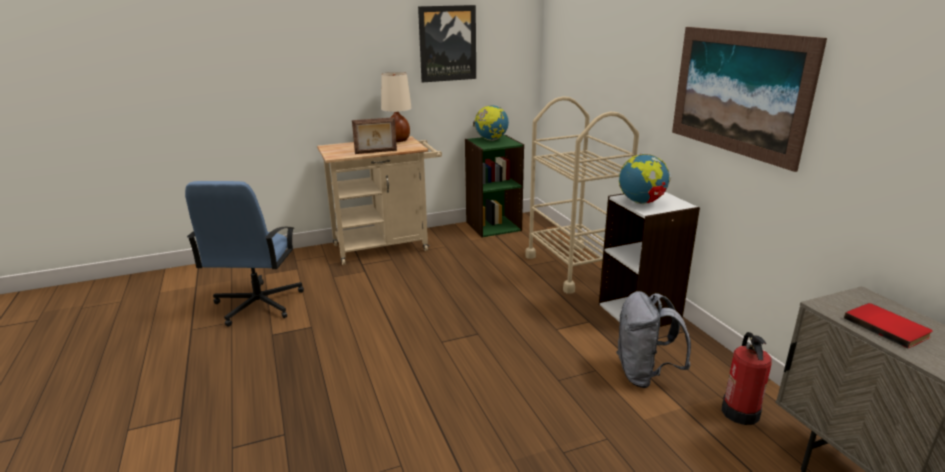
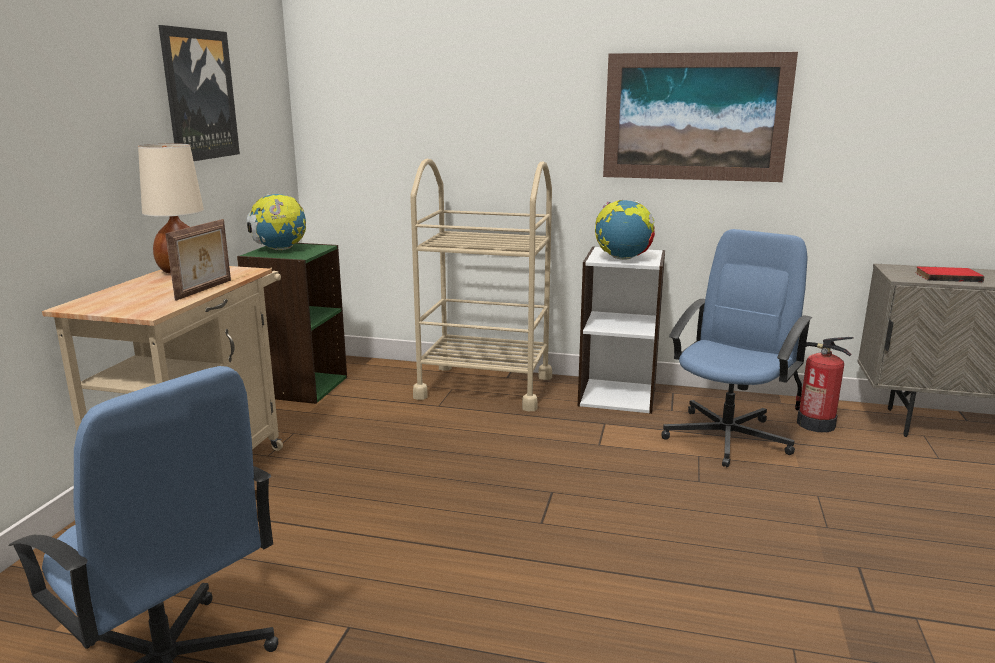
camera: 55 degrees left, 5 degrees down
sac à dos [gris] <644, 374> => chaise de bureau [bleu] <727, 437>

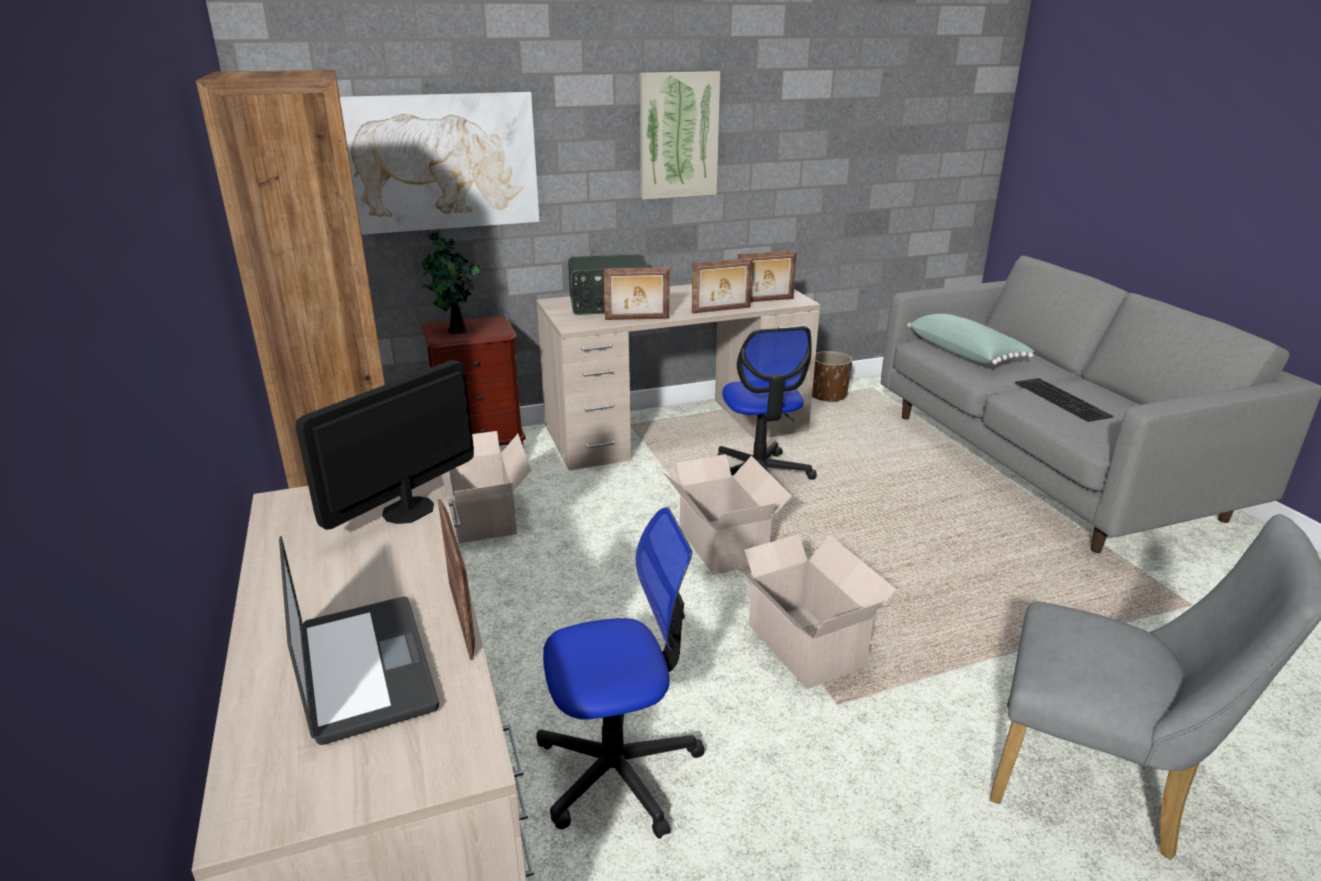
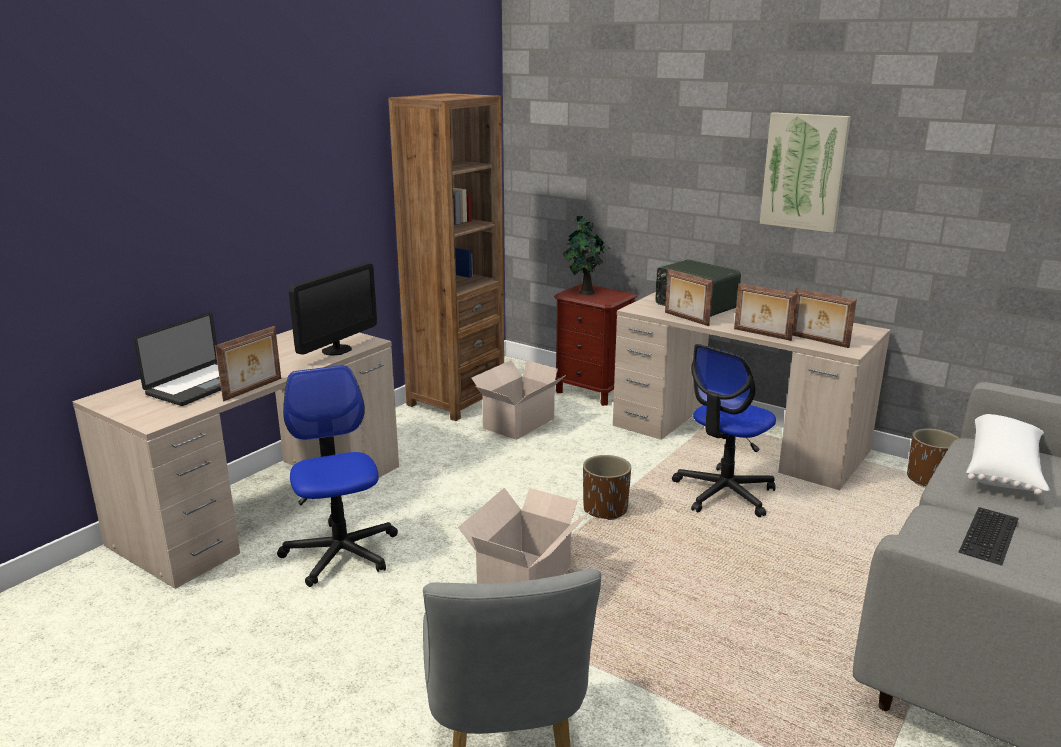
camera: 55 degrees right, 5 degrees down
chaise de bureau <618, 769> => chaise de bureau <340, 553>, 150 degrees counterclockwise
écran d'ordinateur <408, 510> => écran d'ordinateur <337, 350>, 120 degrees clockwise
carton <722, 543> => cache-pot [marron] <605, 509>
coussin [vert] <966, 353> => coussin [blanc] <1004, 470>
tableau <439, 162> => nothing

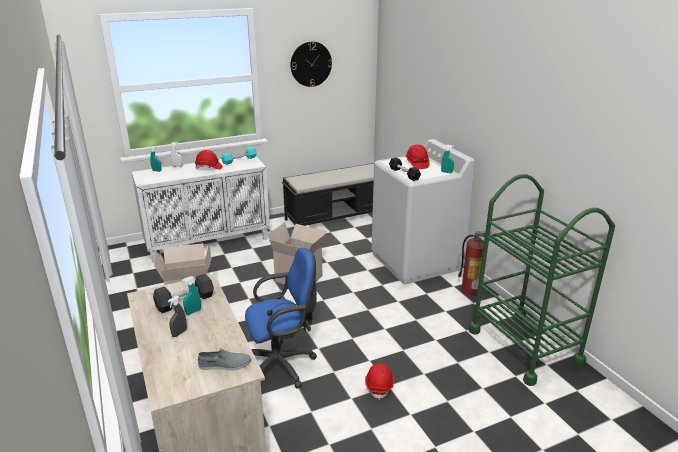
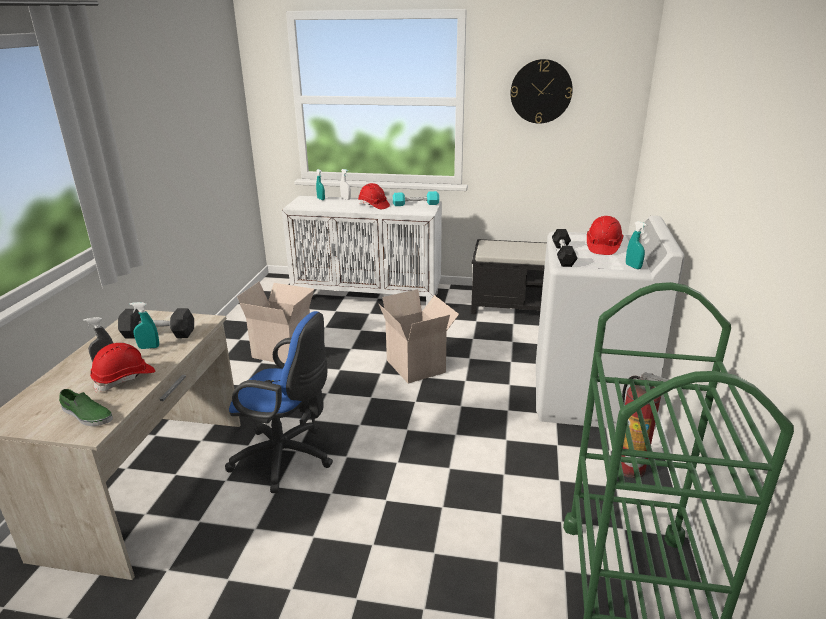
camera: 35 degrees right, 0 degrees up
chaussure [gris] <224, 365> => chaussure [vert] <86, 415>
casque de chantier [rouge] <379, 385> => casque de chantier [rouge] <125, 378>, shifted

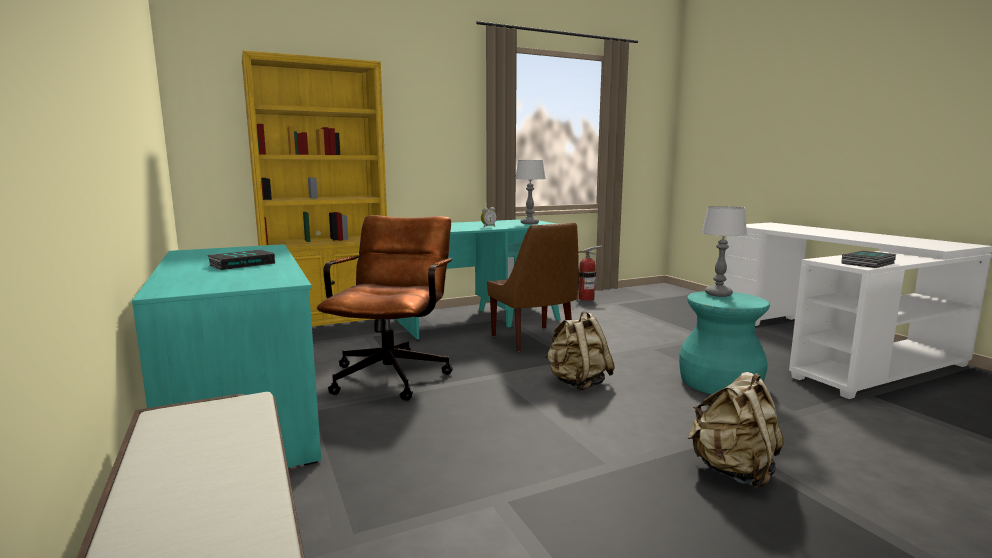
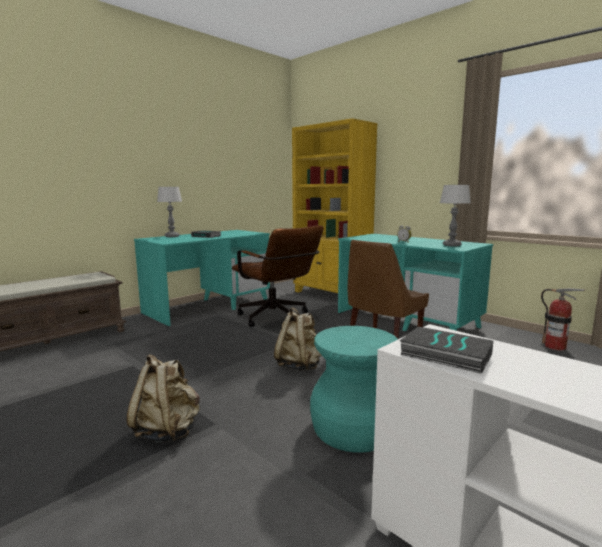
camera: 70 degrees right, 0 degrees up
lampe de table <718, 294> => lampe de table <171, 236>, shifted
chaise de bureau [marron] <393, 373> => chaise de bureau [marron] <277, 319>, 60 degrees clockwise

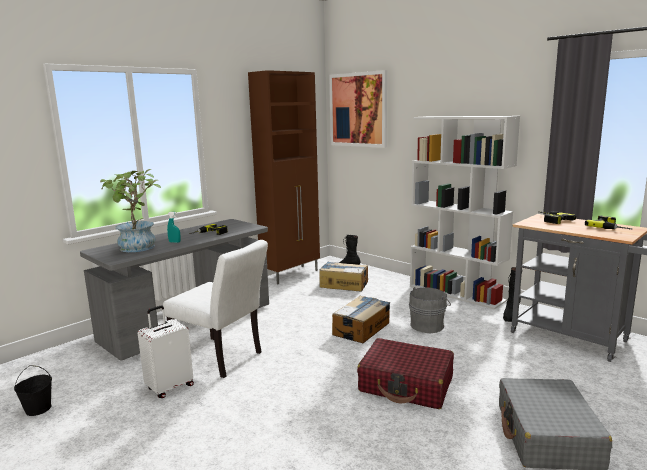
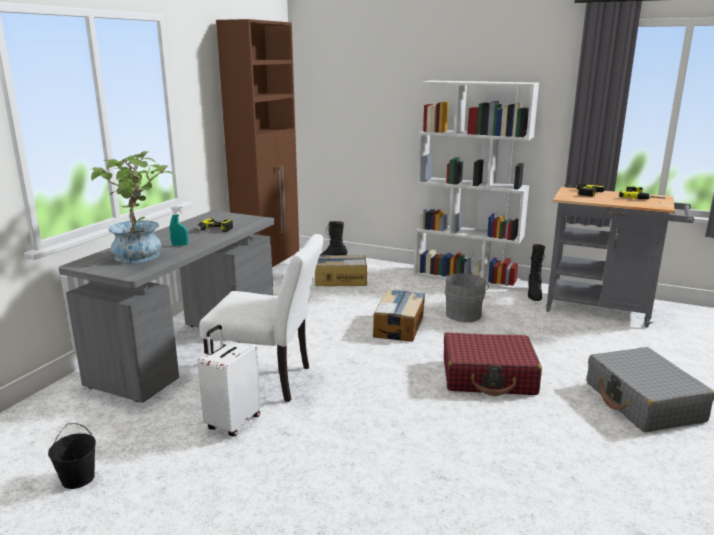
camera: 20 degrees left, 5 degrees up
tableau <358, 110> => nothing

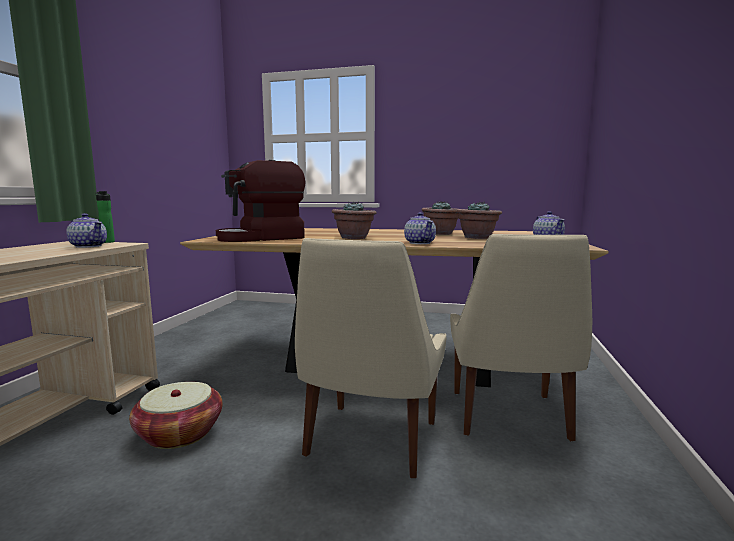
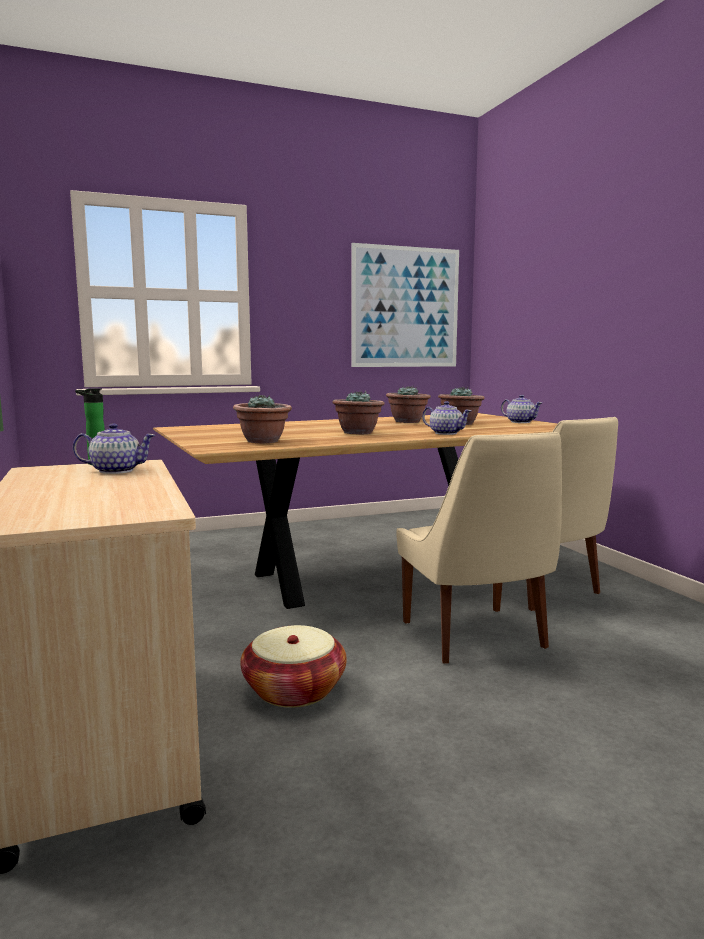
camera: 35 degrees left, 0 degrees up
machine à café <262, 238> => plante en pot <263, 441>
nothing => tableau <405, 307>

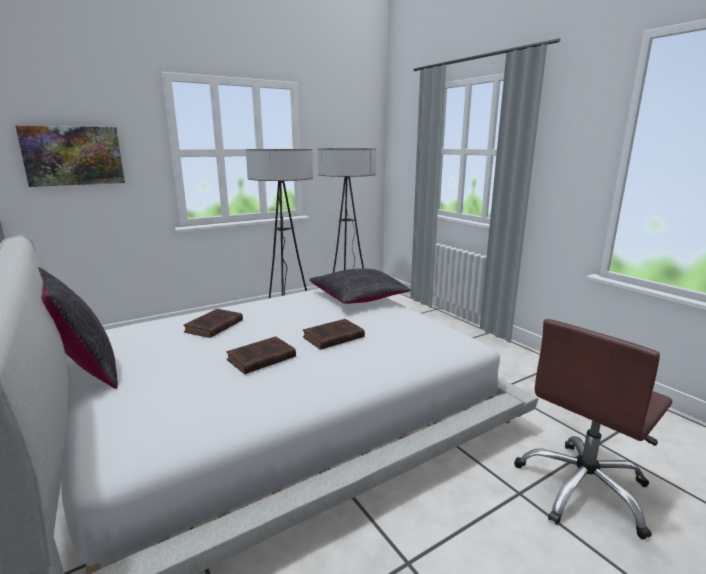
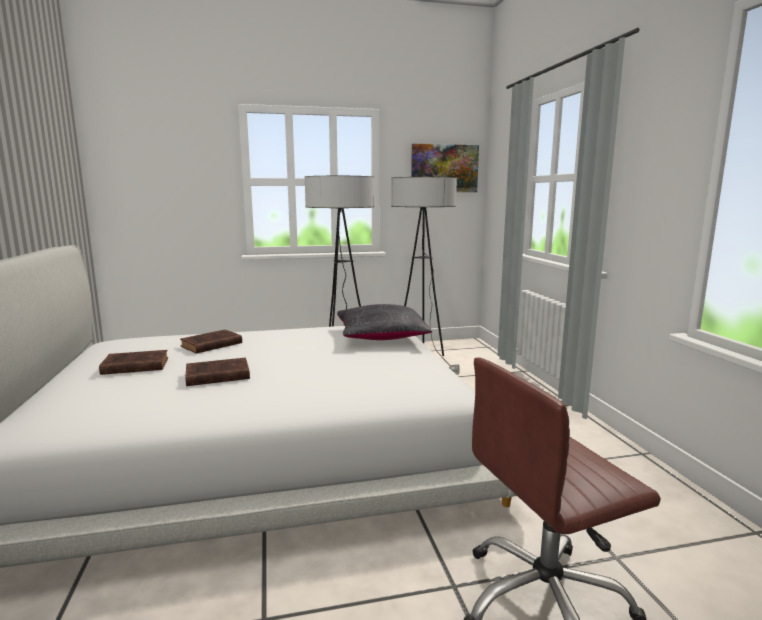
camera: 20 degrees right, 5 degrees down
livre [marron] <332, 338> => livre [marron] <133, 366>, shifted
tableau <73, 156> => tableau <444, 168>, shifted
coussin [noir] <84, 371> => nothing

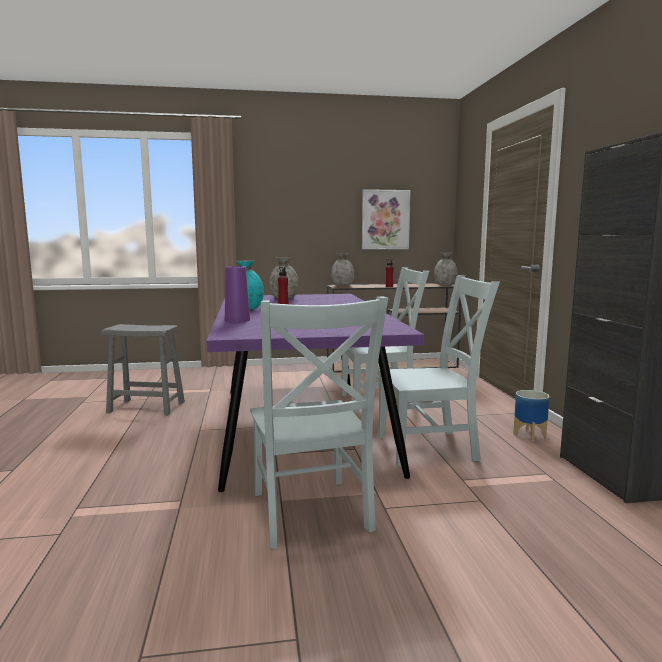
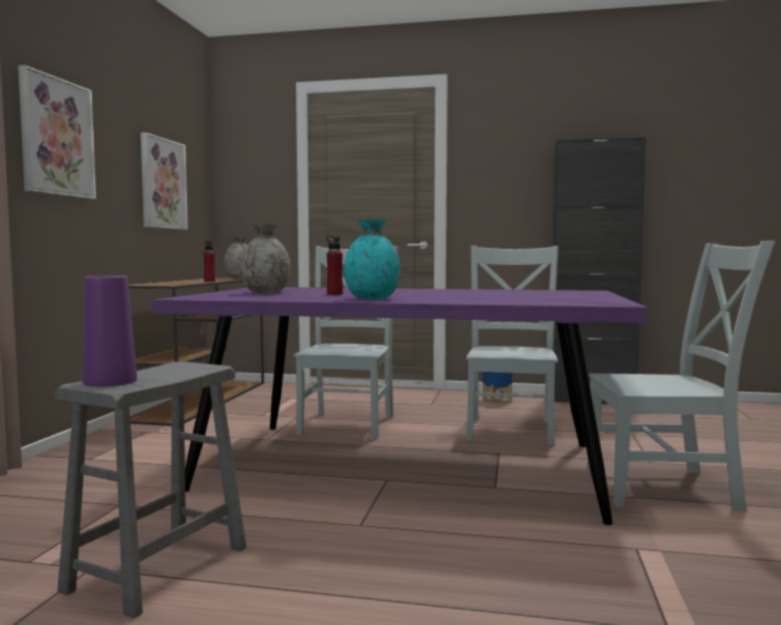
camera: 70 degrees left, 5 degrees down
nothing => tableau <56, 137>
vase [violet] <237, 320> => vase [violet] <110, 381>, shifted
vase [gris] <342, 286> => nothing

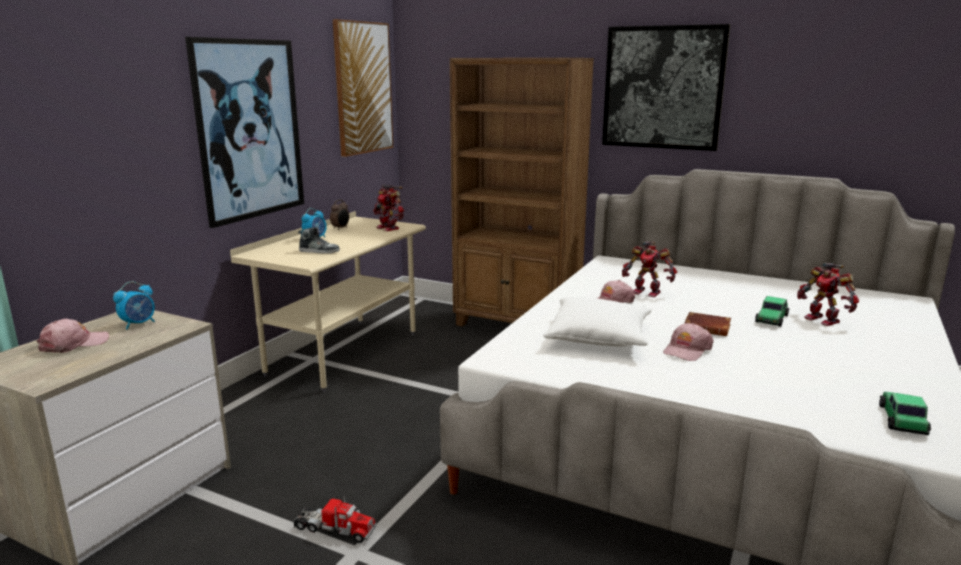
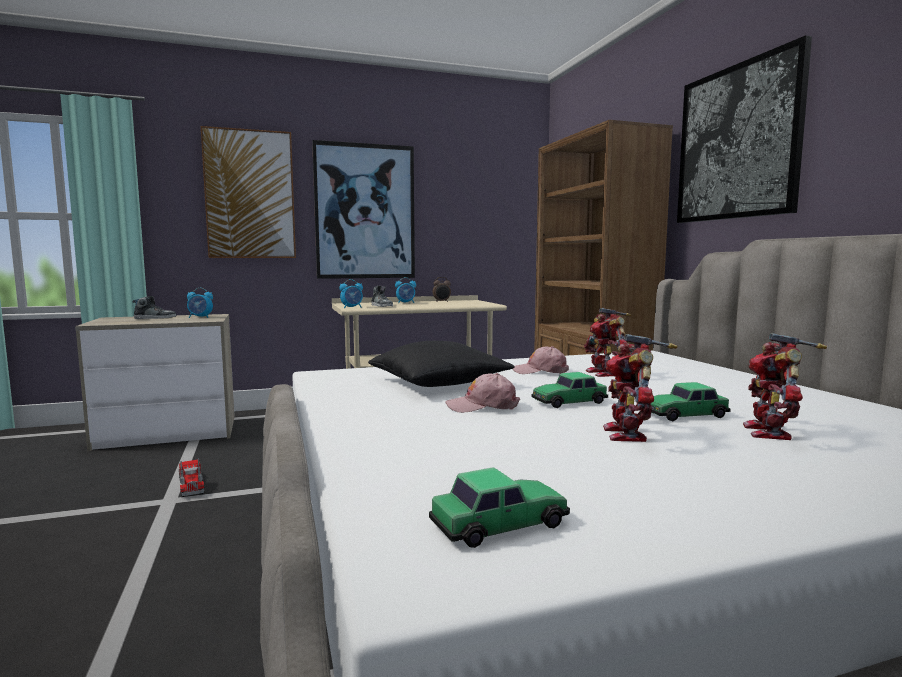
camera: 45 degrees right, 10 degrees down
casquette [rose] <74, 344> => chaussure <155, 318>
tableau <363, 88> => tableau <250, 195>, shifted
nothing => réveil <352, 307>
coussin [blanc] <599, 337> => coussin [noir] <439, 383>
livre [marron] <708, 328> => petite voiture <569, 402>
robot jouet <389, 228> => robot jouet <628, 434>, shifted

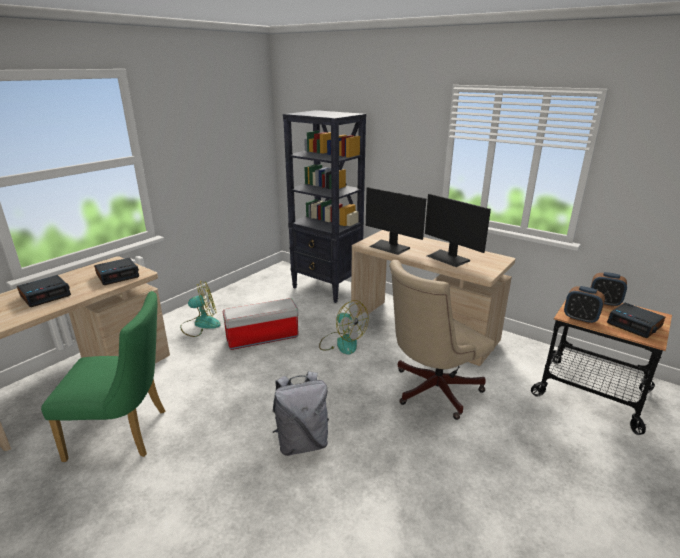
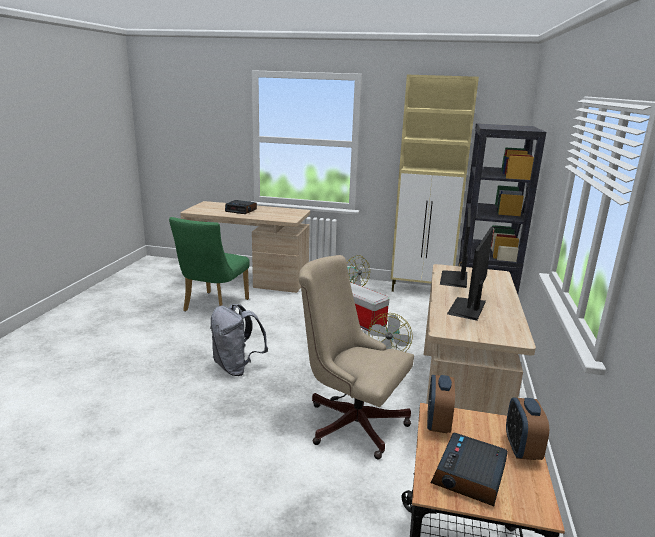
camera: 65 degrees right, 5 degrees down
chaise [vert] <126, 434> => chaise [vert] <213, 307>, 45 degrees clockwise
nothing => meuble de rangement [beige] <421, 290>
réveil <118, 275> => nothing

